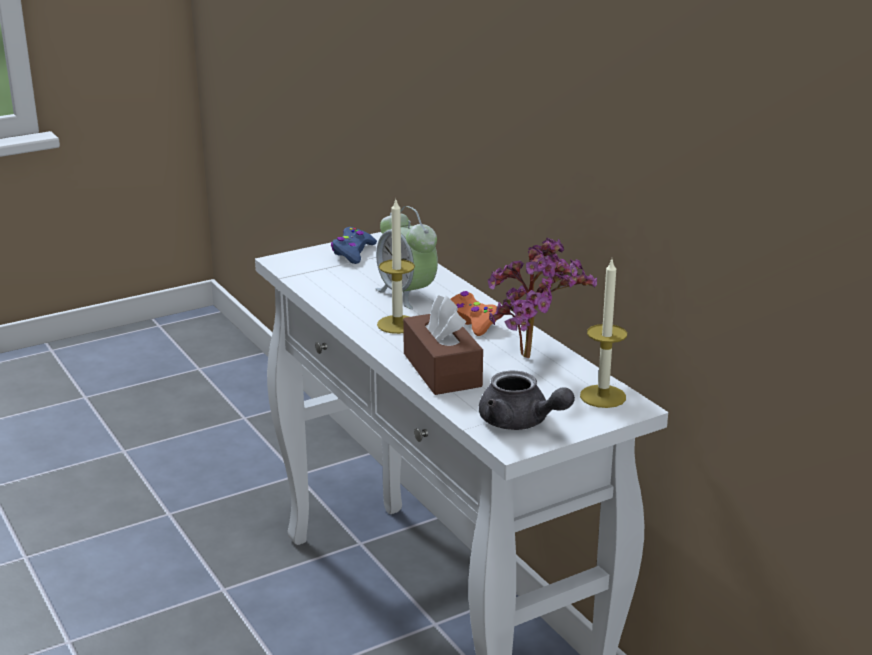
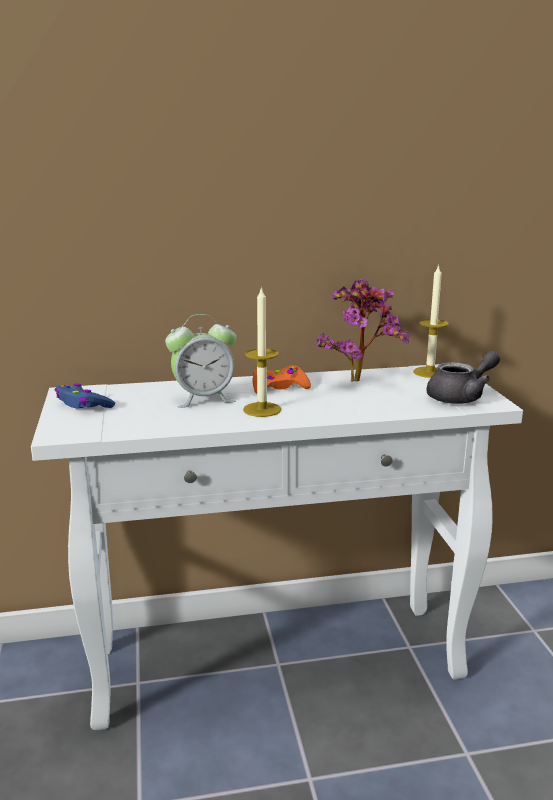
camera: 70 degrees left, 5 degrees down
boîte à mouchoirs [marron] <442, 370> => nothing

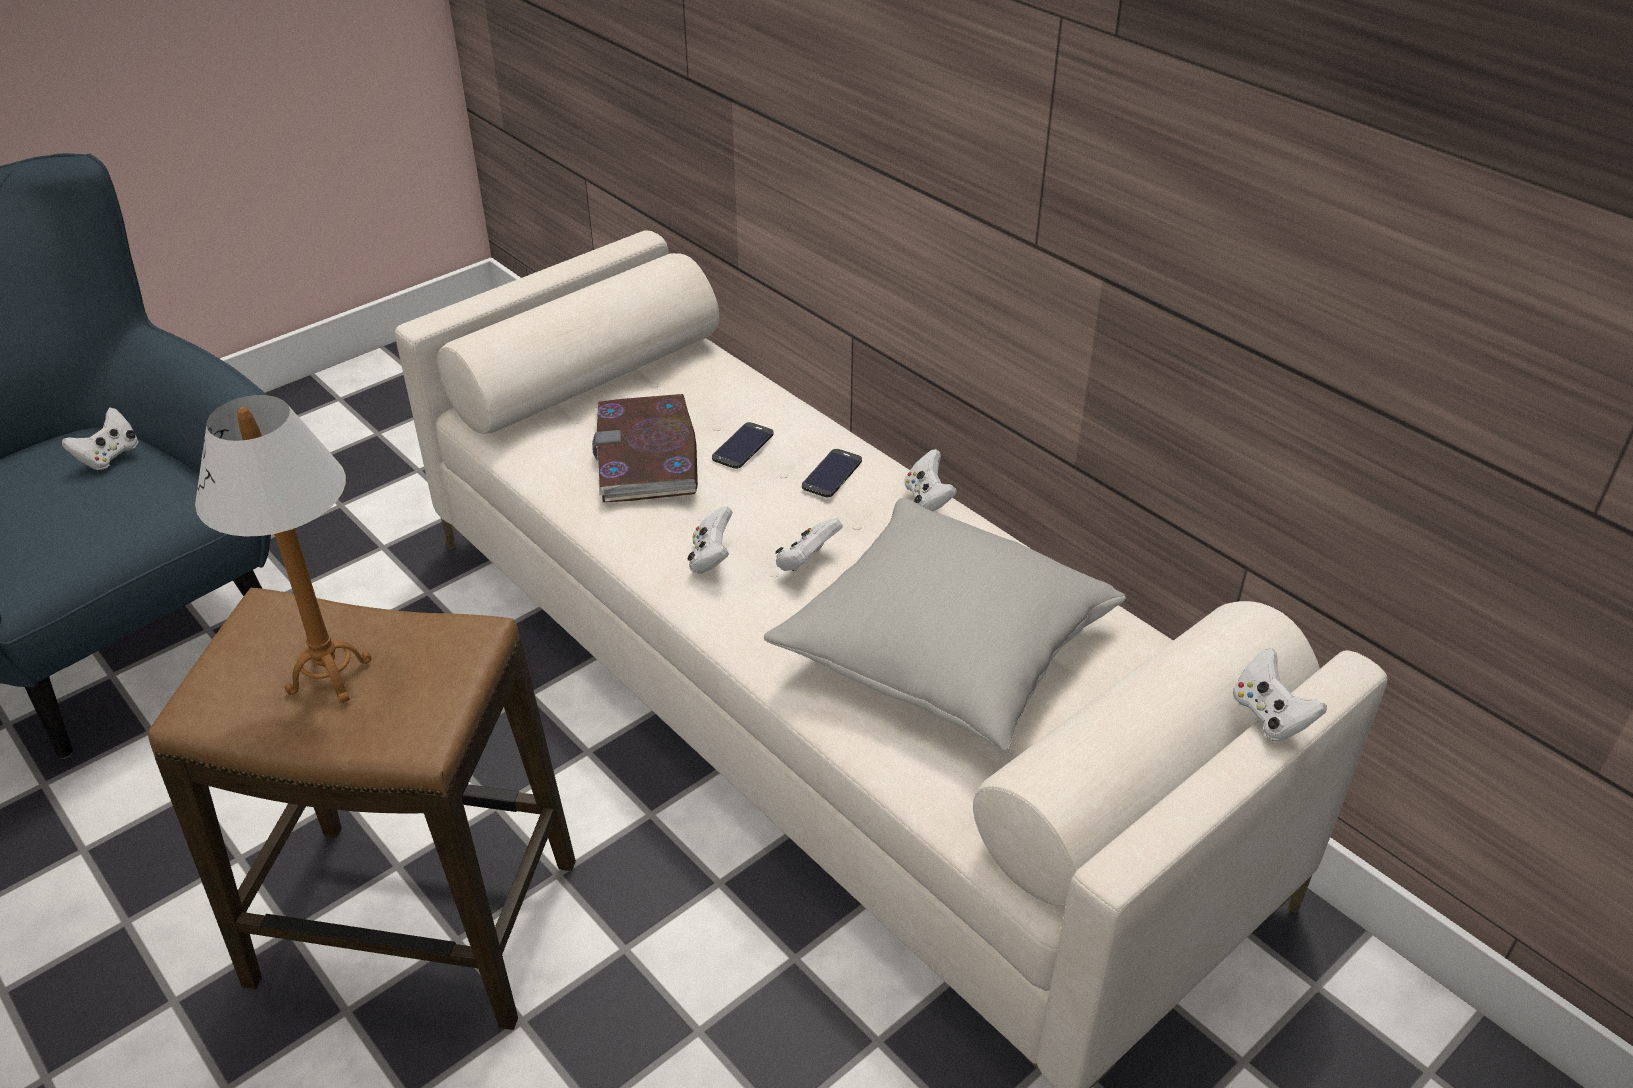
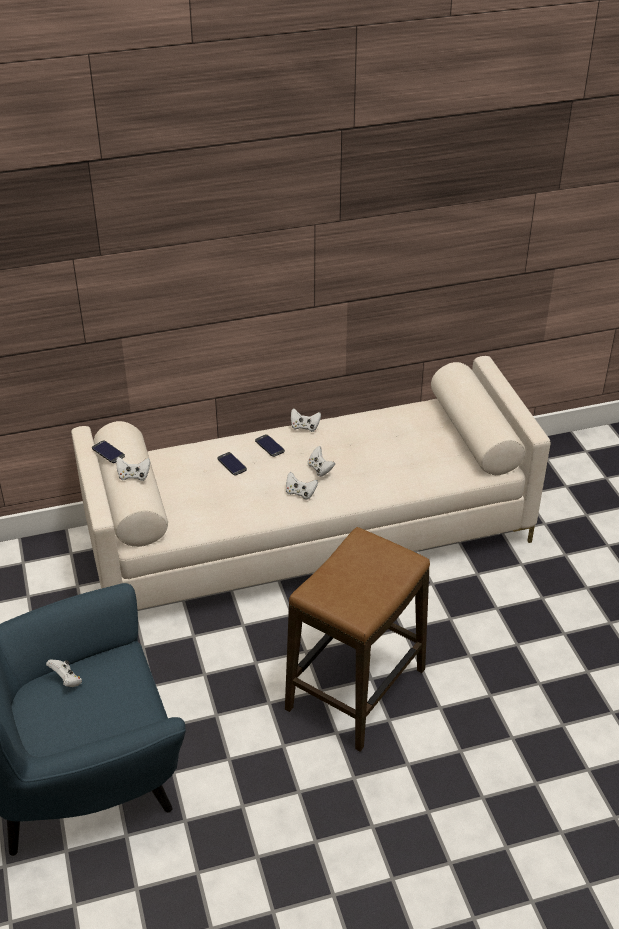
camera: 65 degrees left, 0 degrees up
nothing => téléphone <108, 452>
manette [blanc] <1269, 716> => manette [blanc] <133, 476>, shifted
lampe de table <330, 676> => nothing
livre <647, 455> => nothing
coussin [gris] <945, 650> => nothing

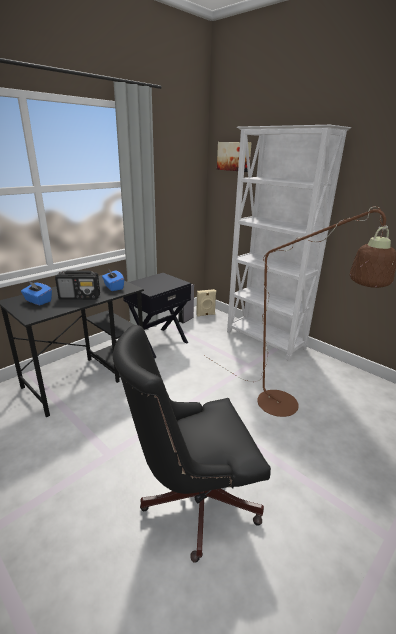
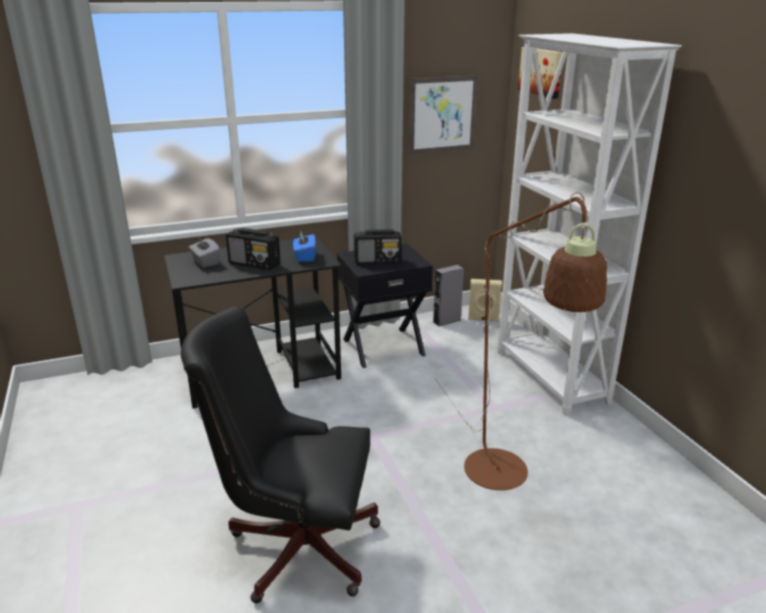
camera: 25 degrees right, 0 degrees up
boîte à mouchoirs [bleu] <38, 301> => boîte à mouchoirs [gris] <205, 262>
nothing => radio <378, 261>
nothing => tableau <442, 114>

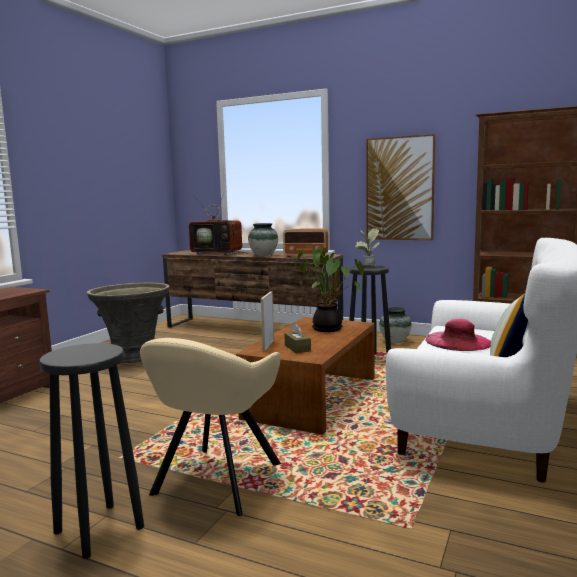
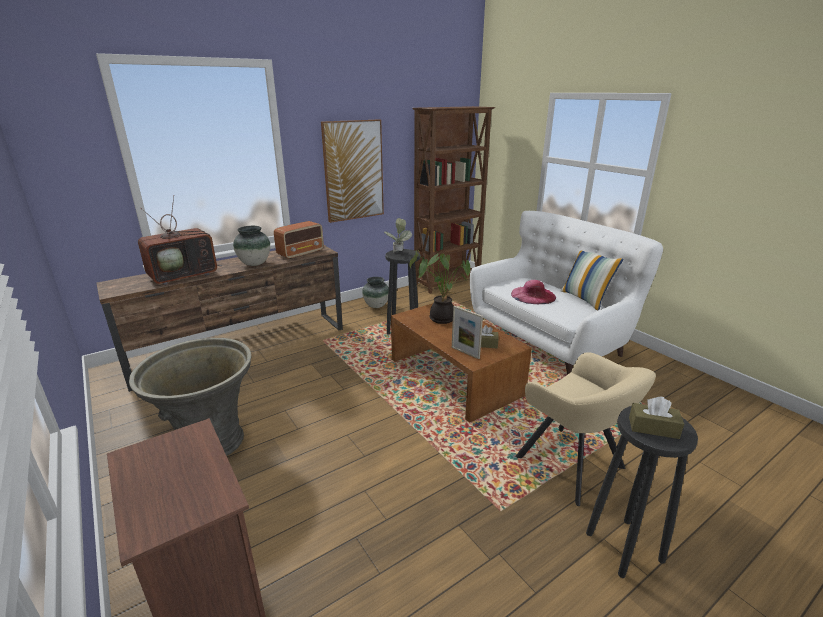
camera: 60 degrees left, 15 degrees up
nothing => boîte à mouchoirs [marron] <653, 428>

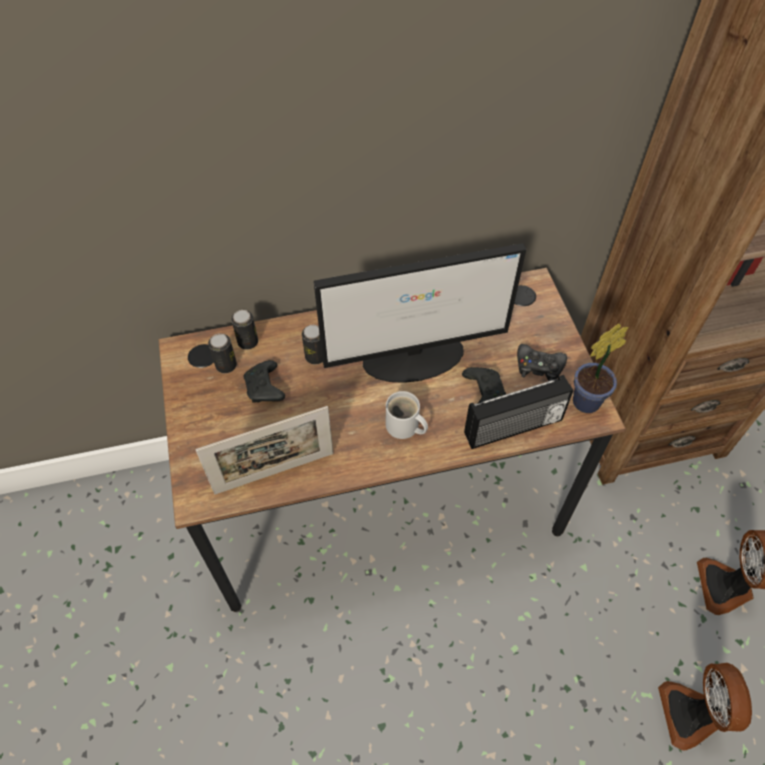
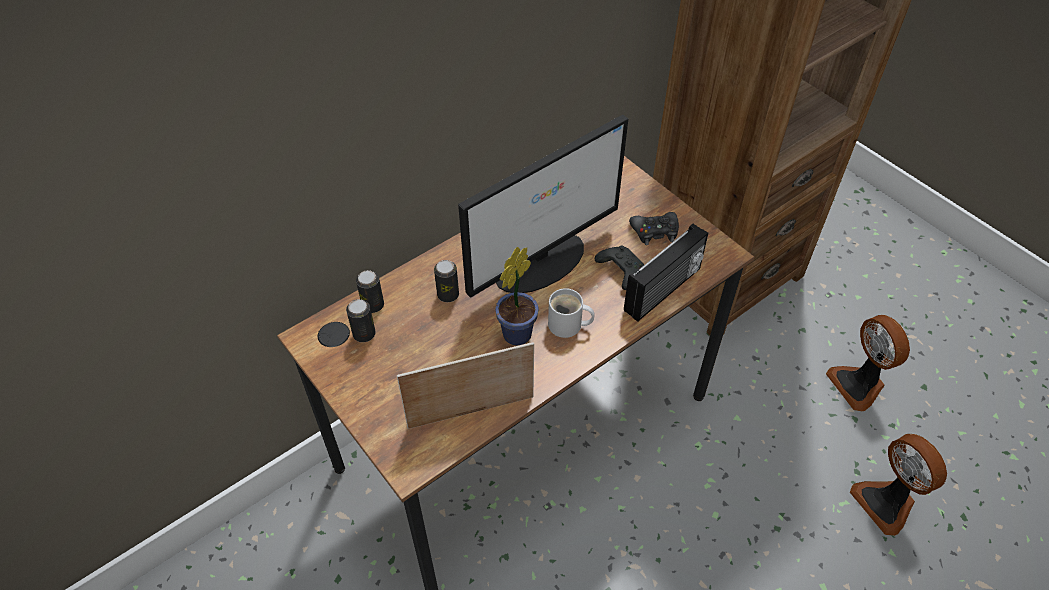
camera: 25 degrees left, 5 degrees down
cadre photo <274, 473> => cadre photo <471, 412>, 150 degrees counterclockwise
plante en pot <589, 400> => plante en pot <519, 331>, shifted
manette [noir] <265, 388> => nothing

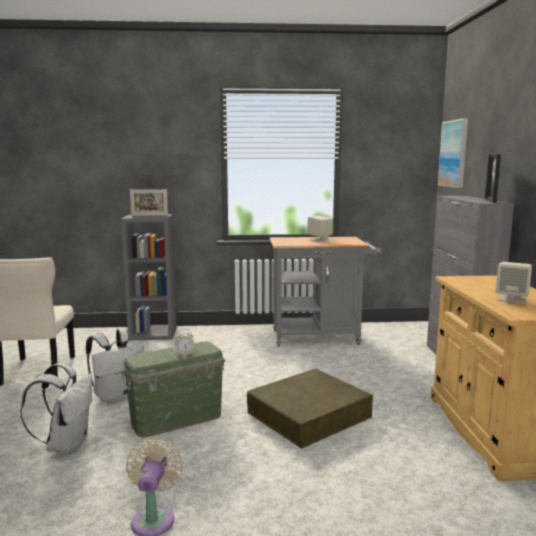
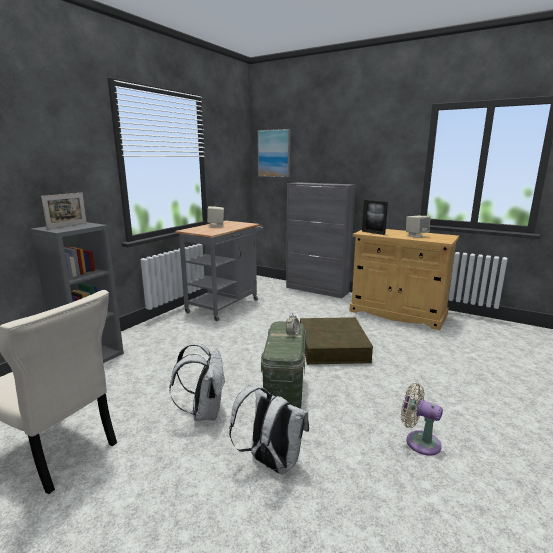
camera: 55 degrees left, 5 degrees up
cadre photo <490, 201> => cadre photo <373, 233>, shifted

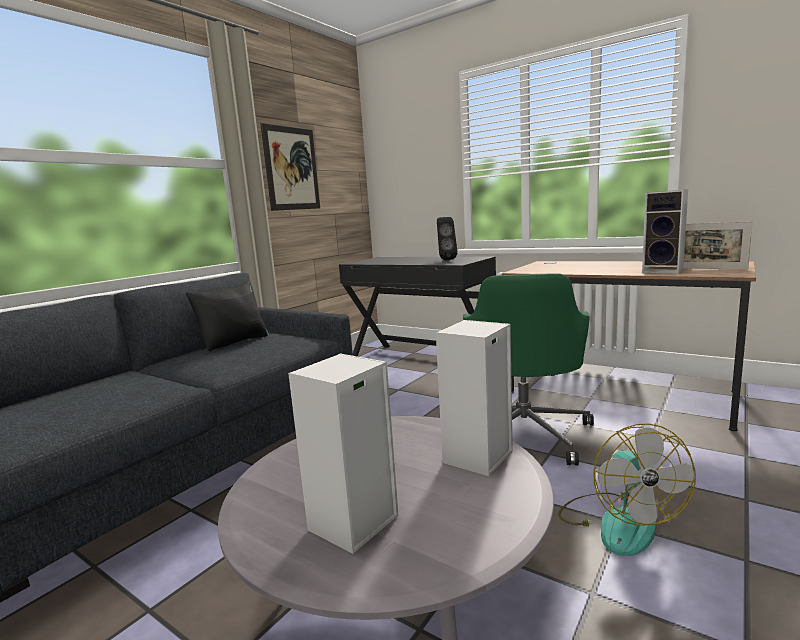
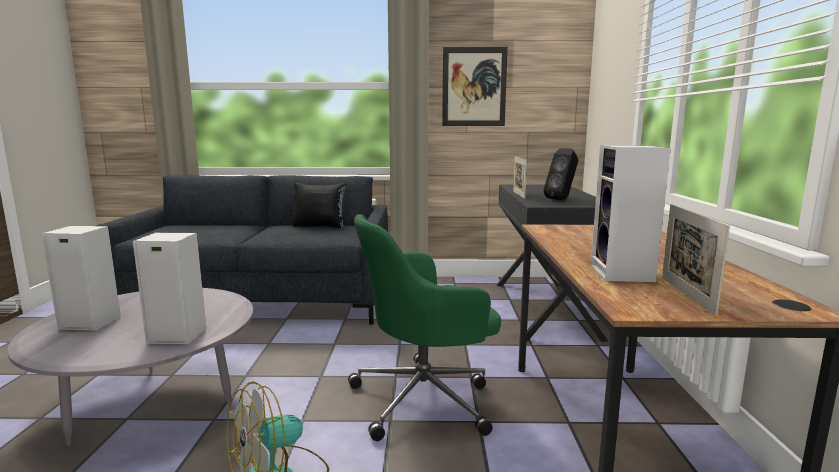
camera: 55 degrees right, 0 degrees up
nothing => cadre photo <518, 195>

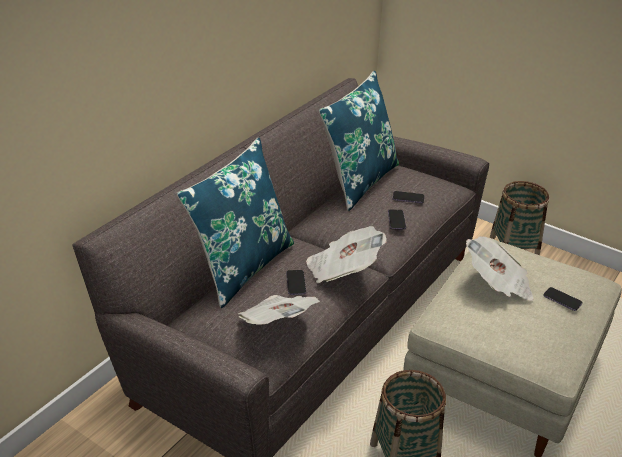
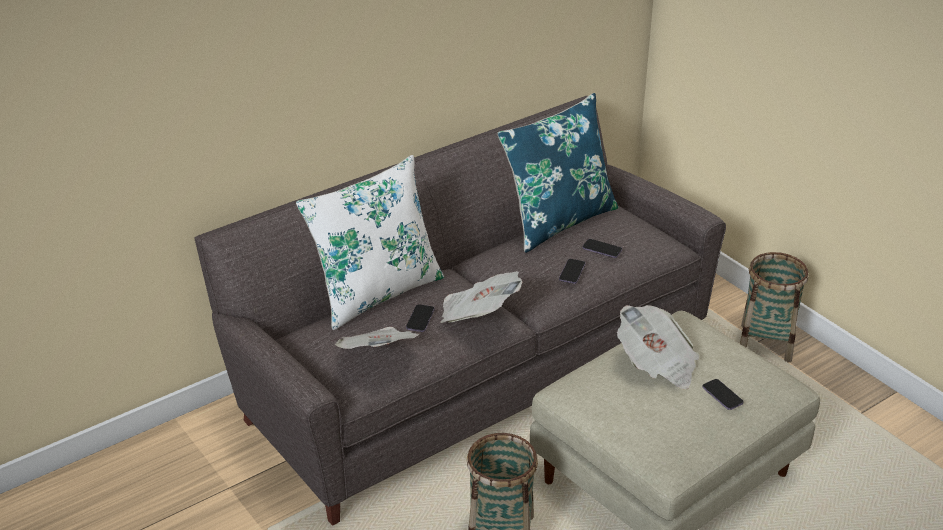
camera: 20 degrees right, 0 degrees up
coussin [bleu] <241, 266> => coussin [blanc] <376, 292>

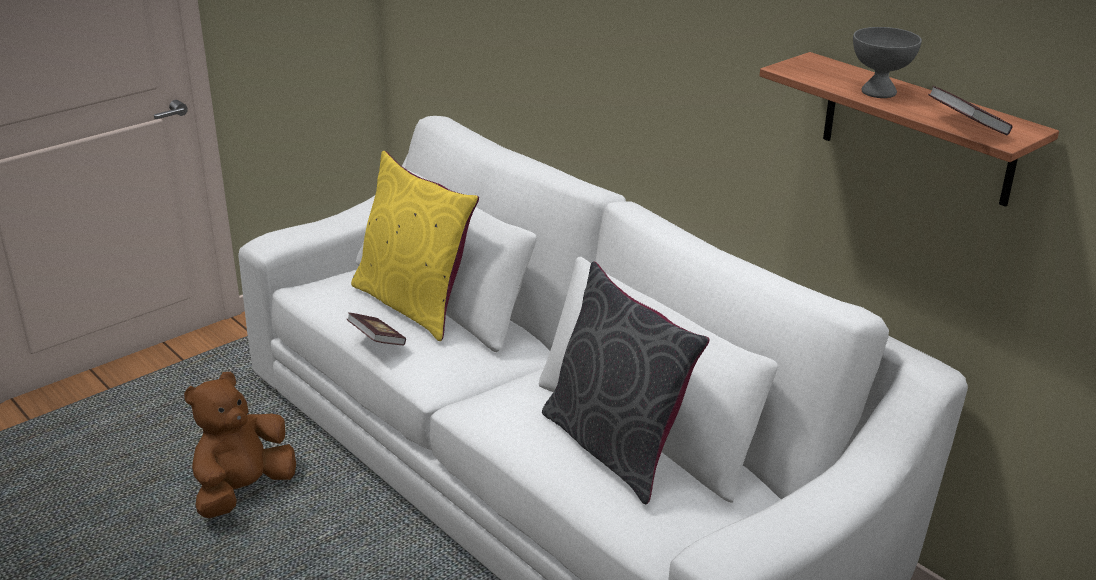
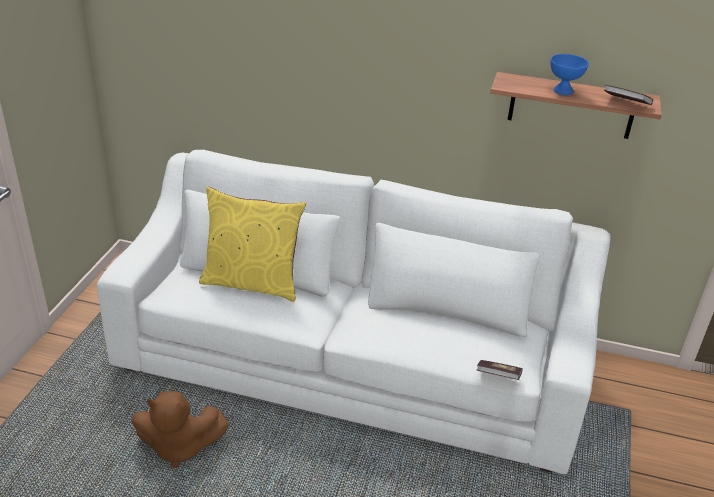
camera: 35 degrees left, 5 degrees up
peluche [marron] <243, 491> => peluche [marron] <179, 447>, 90 degrees counterclockwise
livre <377, 340> => livre <498, 376>, shifted
bol [gris] <879, 92> => bol [bleu] <564, 91>
coussin [gris] <615, 447> => nothing

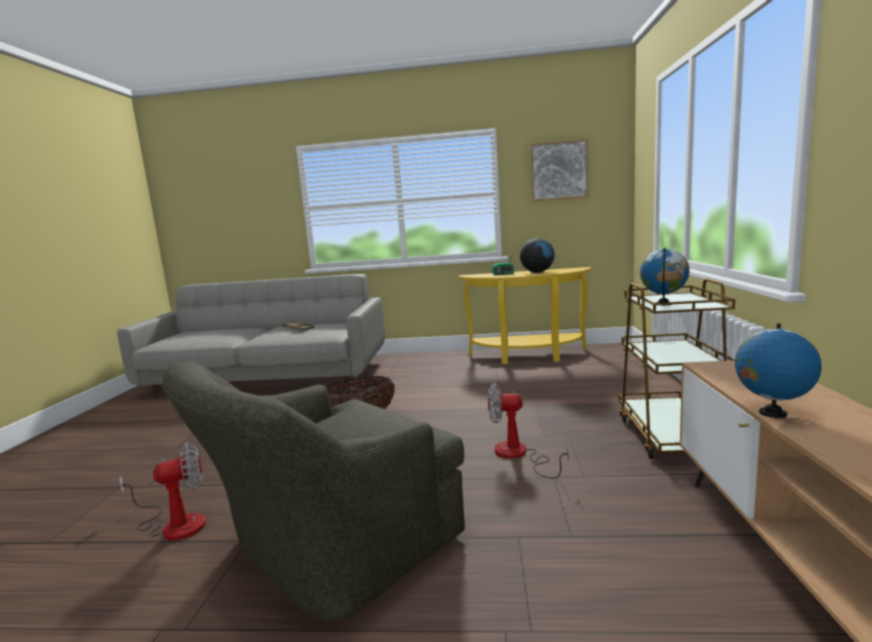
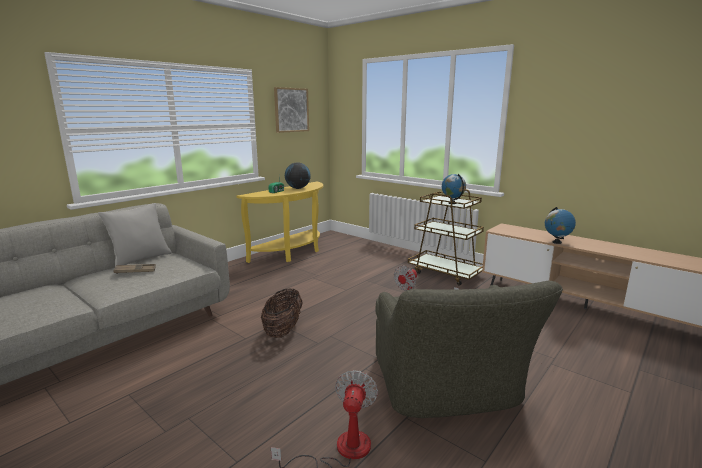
camera: 55 degrees left, 5 degrees up
nothing => coussin [gris] <140, 259>

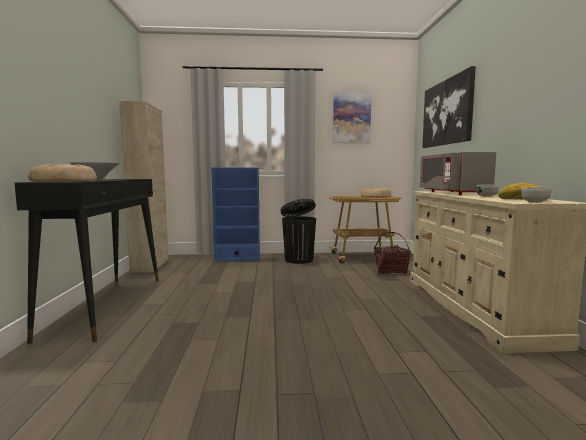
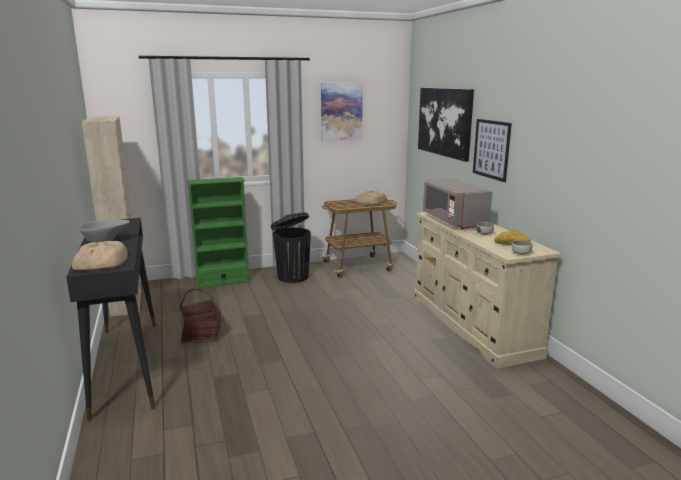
camera: 15 degrees left, 10 degrees up
panier <390, 271> => panier <201, 335>, shifted
bibliothèque [bleu] <237, 259> => bibliothèque [vert] <223, 281>
nothing => tableau <491, 149>

